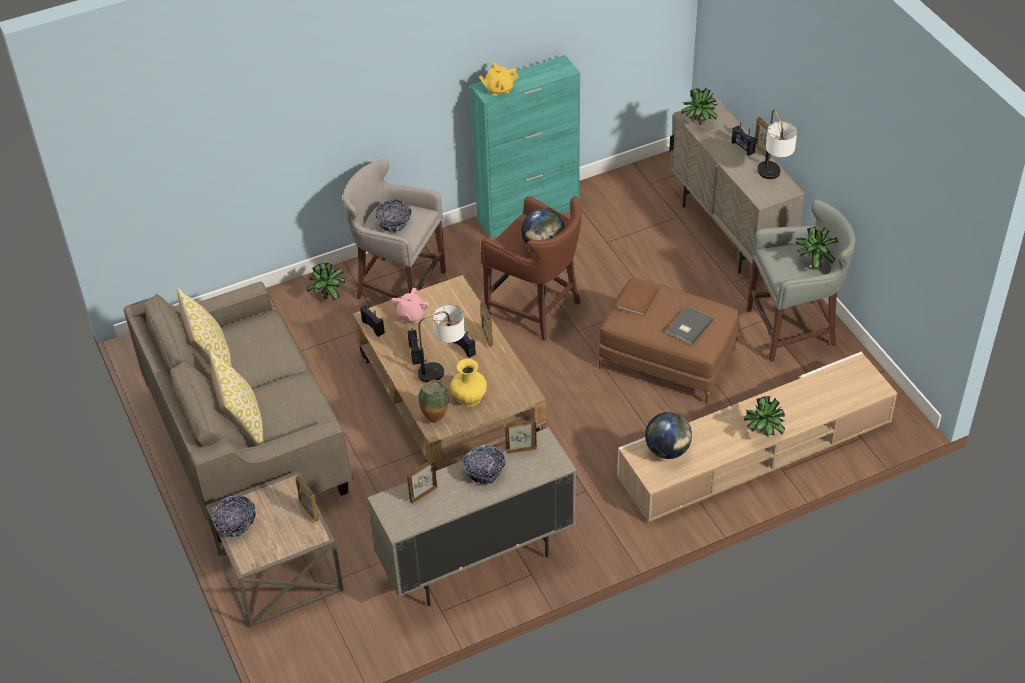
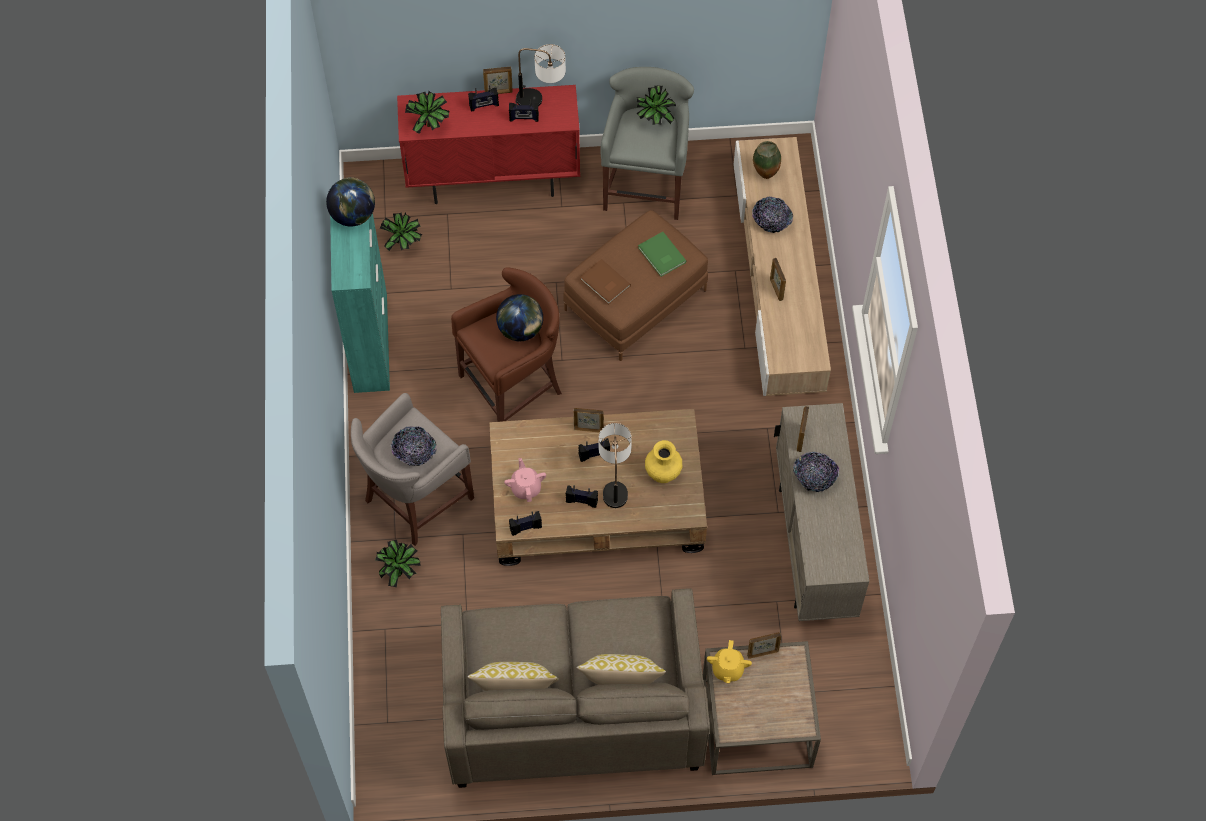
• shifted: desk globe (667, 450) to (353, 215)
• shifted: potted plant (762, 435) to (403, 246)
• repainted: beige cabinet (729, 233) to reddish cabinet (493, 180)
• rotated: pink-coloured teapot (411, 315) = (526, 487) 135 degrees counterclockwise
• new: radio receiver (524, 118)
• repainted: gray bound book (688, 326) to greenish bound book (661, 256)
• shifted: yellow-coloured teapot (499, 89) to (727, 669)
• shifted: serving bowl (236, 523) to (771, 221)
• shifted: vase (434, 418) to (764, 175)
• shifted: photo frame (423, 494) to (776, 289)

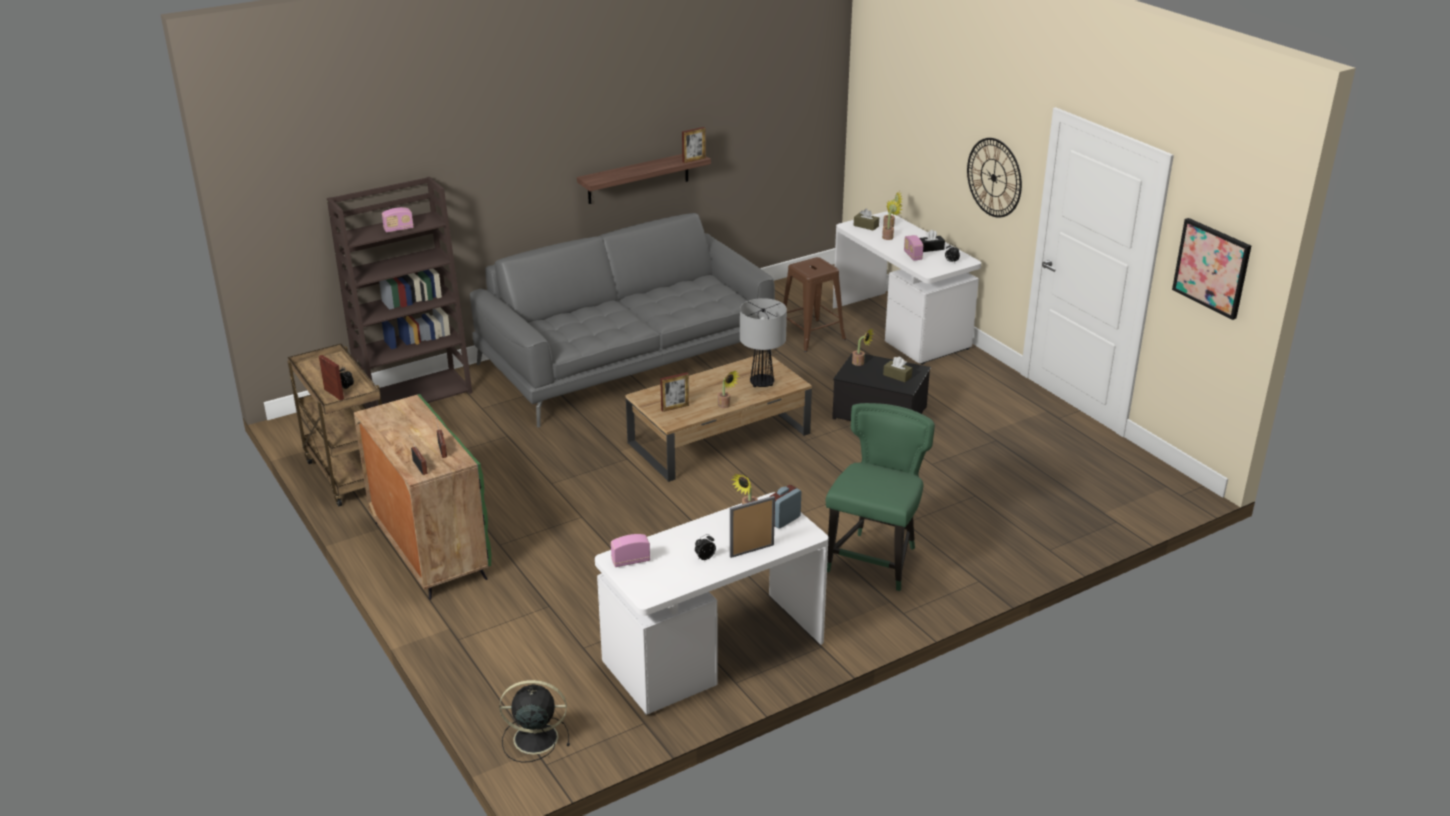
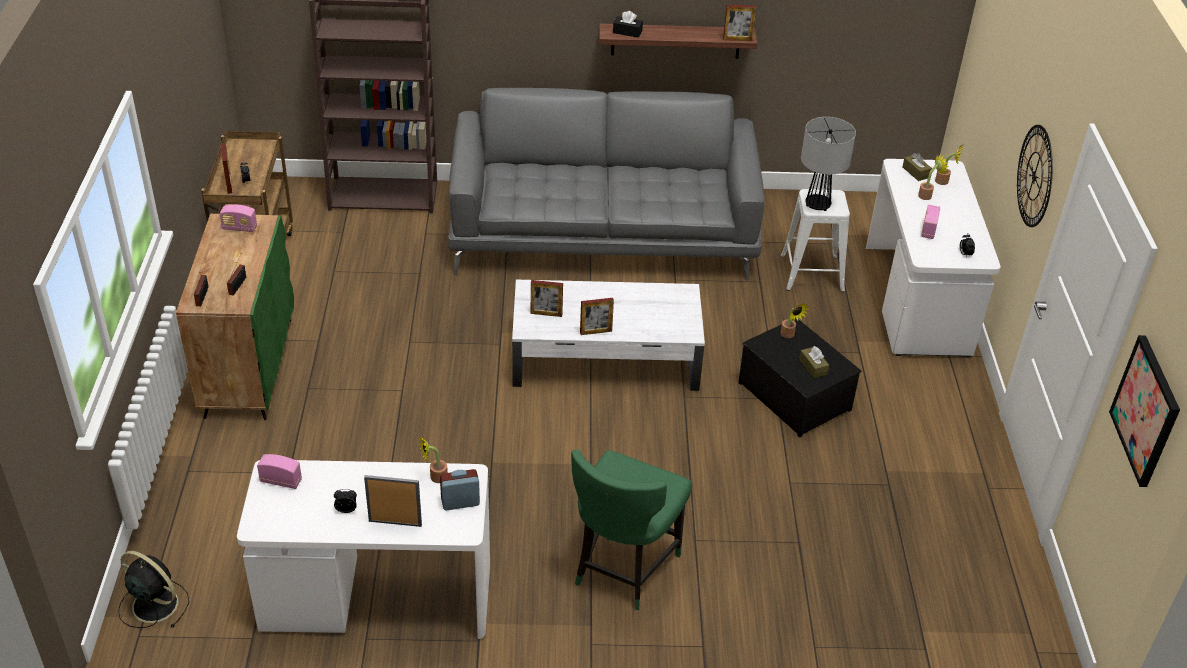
• shifted: radio receiver (398, 229) to (239, 228)
• repainted: brown-coloured low table (720, 438) to white-coloured low table (606, 358)
• rotated: greenish plain chair (875, 560) = (622, 569) 150 degrees clockwise
• swapped: potted plant (725, 405) to photo frame (596, 332)
• shifted: blackish tissue box (931, 248) to (627, 32)
• repainted: brown-coloured stool (811, 335) to white-coloured stool (812, 273)
• shifted: tabletop lamp (762, 383) to (818, 205)

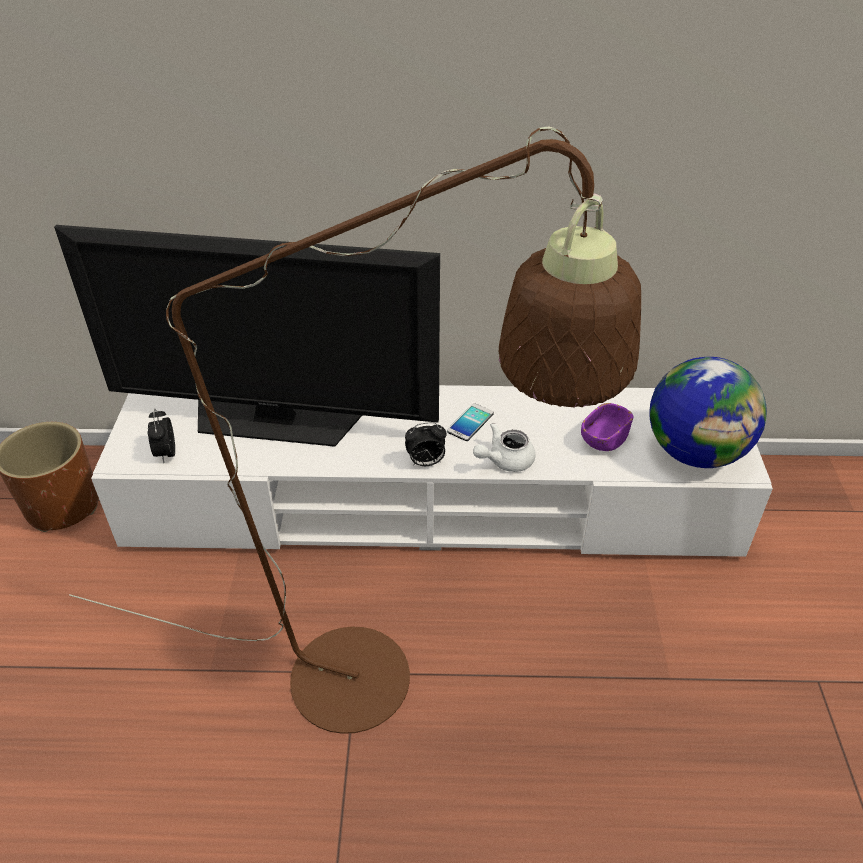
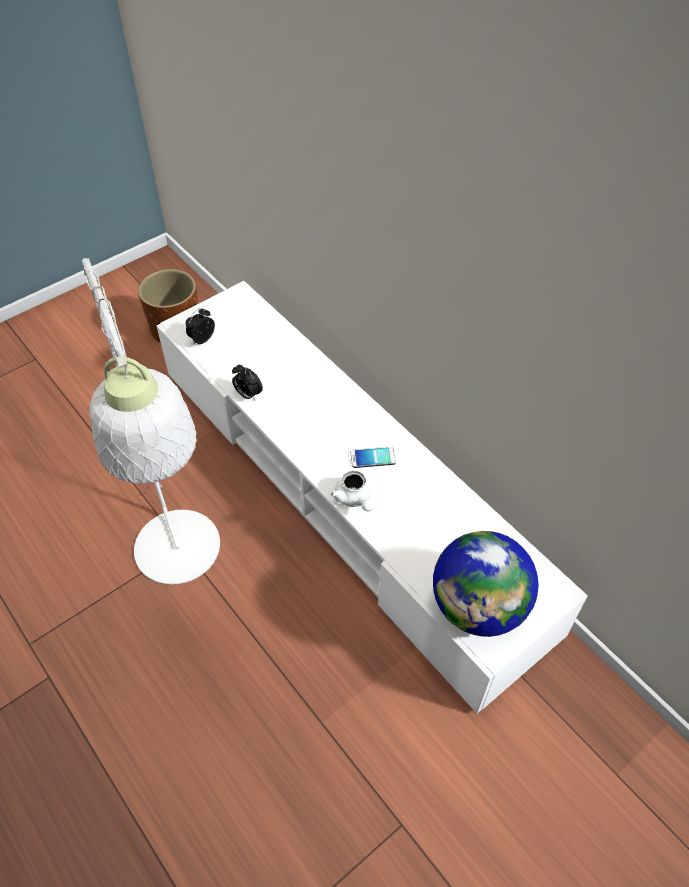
• repainted: brown-coloured standard lamp (381, 685) to white-coloured standard lamp (184, 565)
• shifted: bedside clock (425, 462) to (248, 394)
• rotated: white-coloured teapot (504, 460) = (355, 499) 135 degrees counterclockwise
• gone: TV (275, 419)
• gone: purple-coloured serving bowl (604, 439)

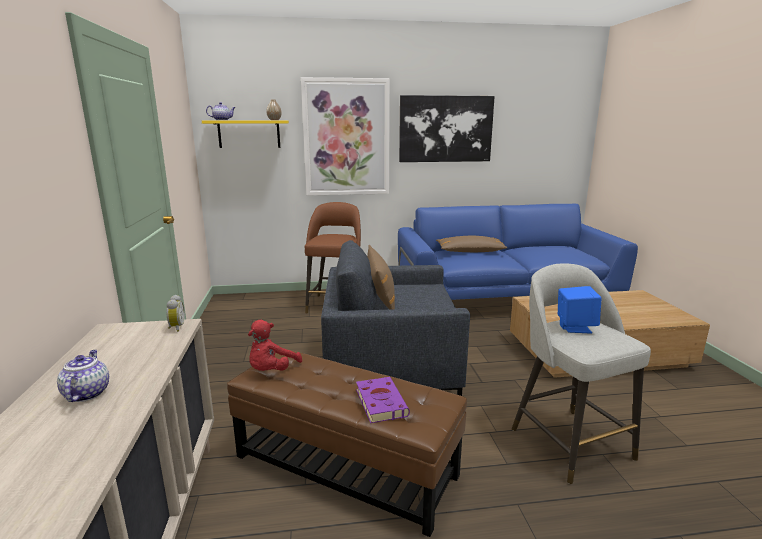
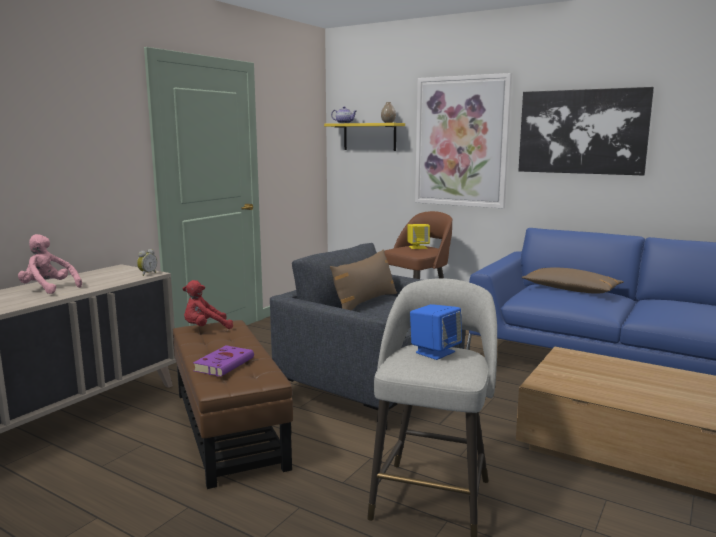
• swapped: teapot (86, 393) to pink-coloured soft toy (48, 289)
• new: yellow-coloured speaker (418, 247)

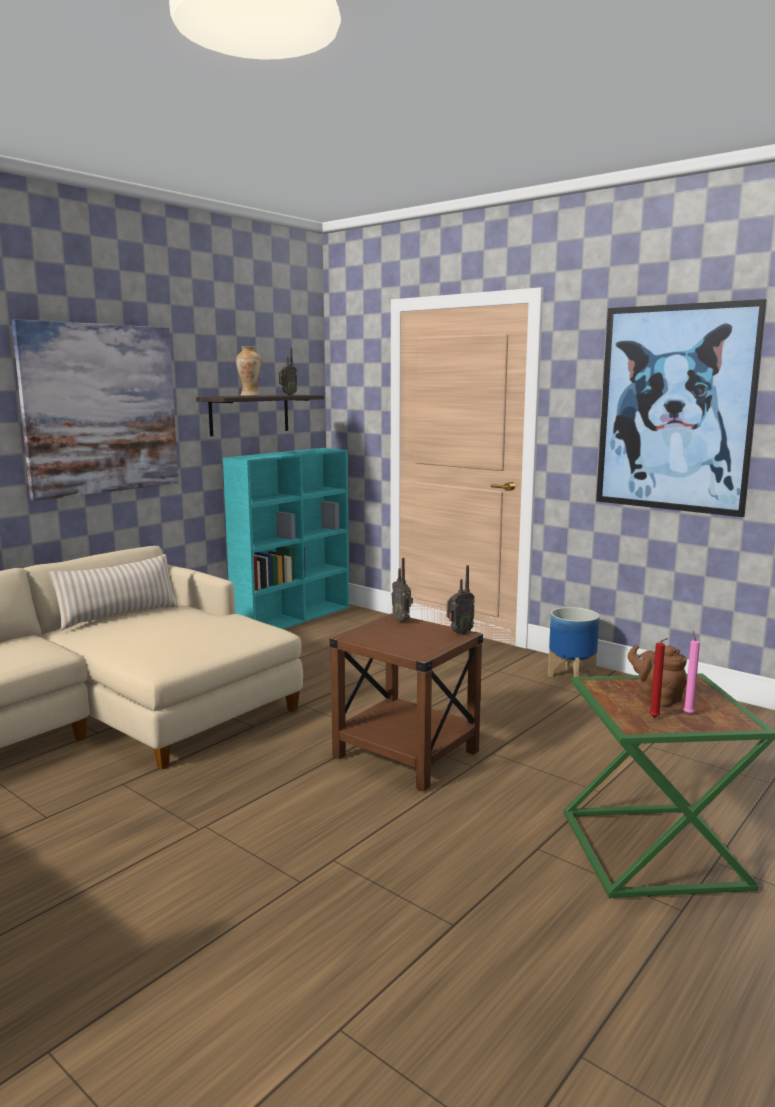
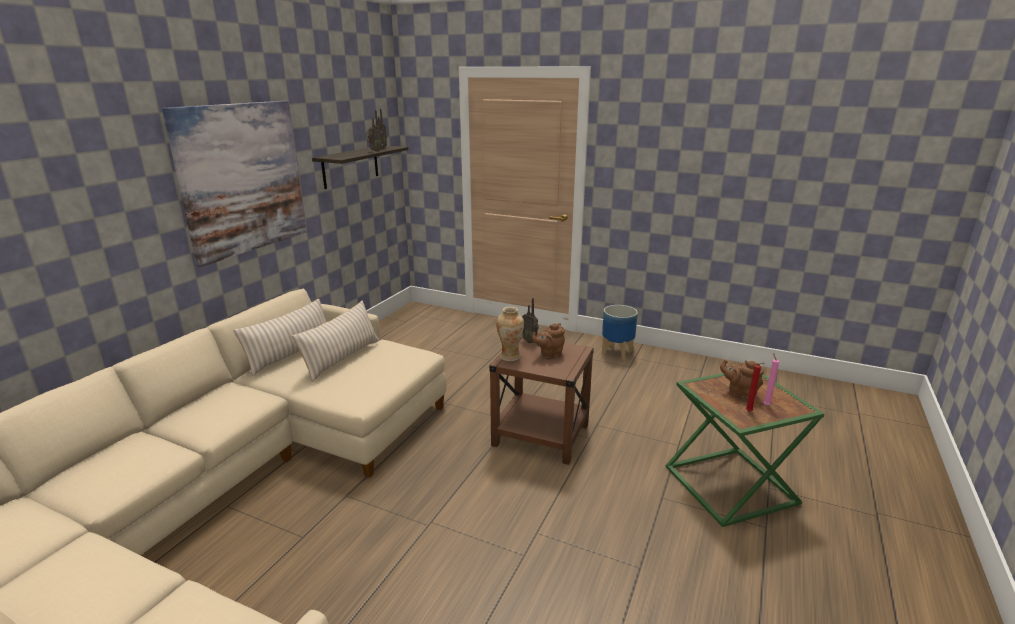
• new: beige pillow (342, 358)
• shifted: radio receiver (458, 633) to (375, 151)
• shifted: vase (250, 396) to (510, 356)
• new: brown-coloured teapot (549, 355)
• gone: turquoise-coloured shelving unit (293, 618)
• gone: wall art (675, 409)

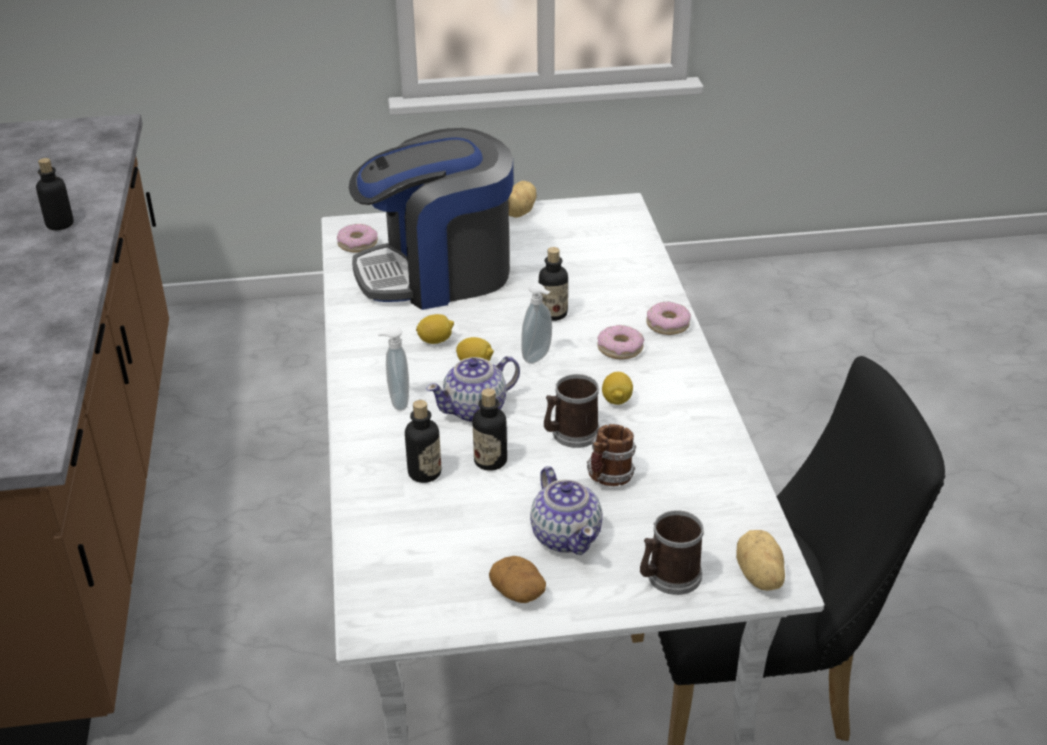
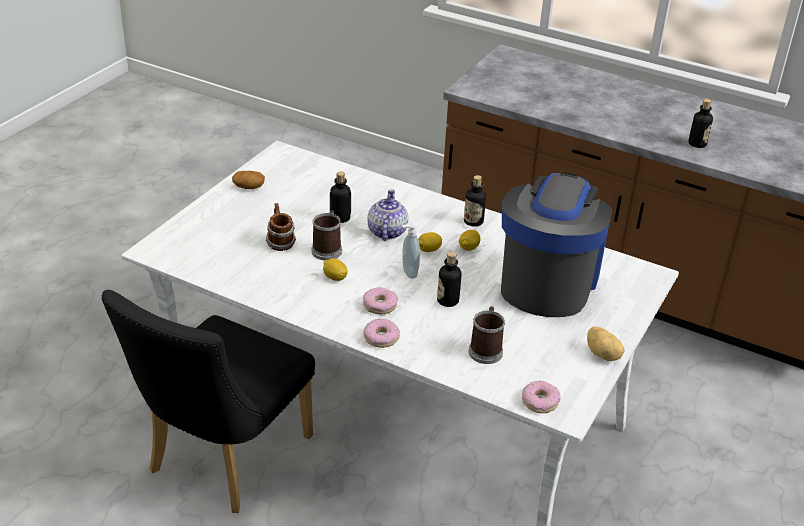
• shifted: bottle (424, 473) to (473, 221)
• shifted: coffee mug (668, 577) to (486, 349)
• shifted: ring doughnut (357, 244) to (540, 402)
• gone: liquid soap bottle (397, 402)
• gone: teapot (566, 536)
• gone: spud (758, 577)

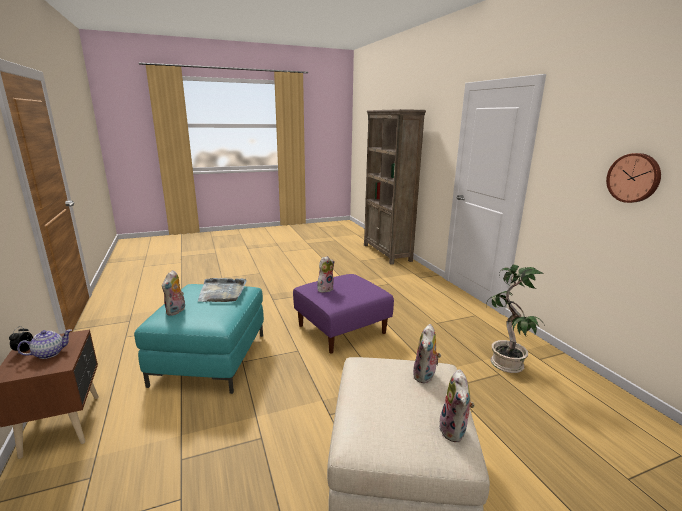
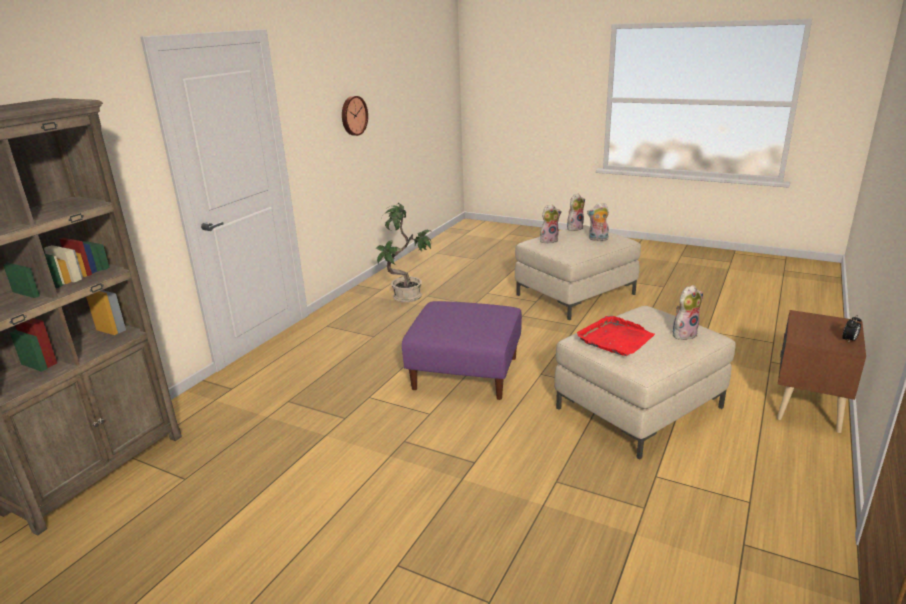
• repainted: turquoise-coloured ottoman (210, 358) to beige ottoman (639, 408)
• repainted: gray serving tray (222, 292) to reddish serving tray (615, 339)
• shifted: soft toy (325, 289) to (598, 239)
• gone: teapot (49, 353)

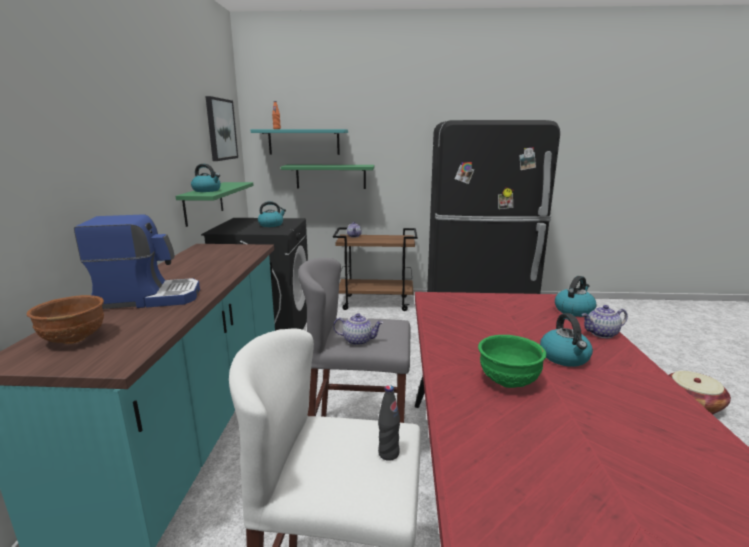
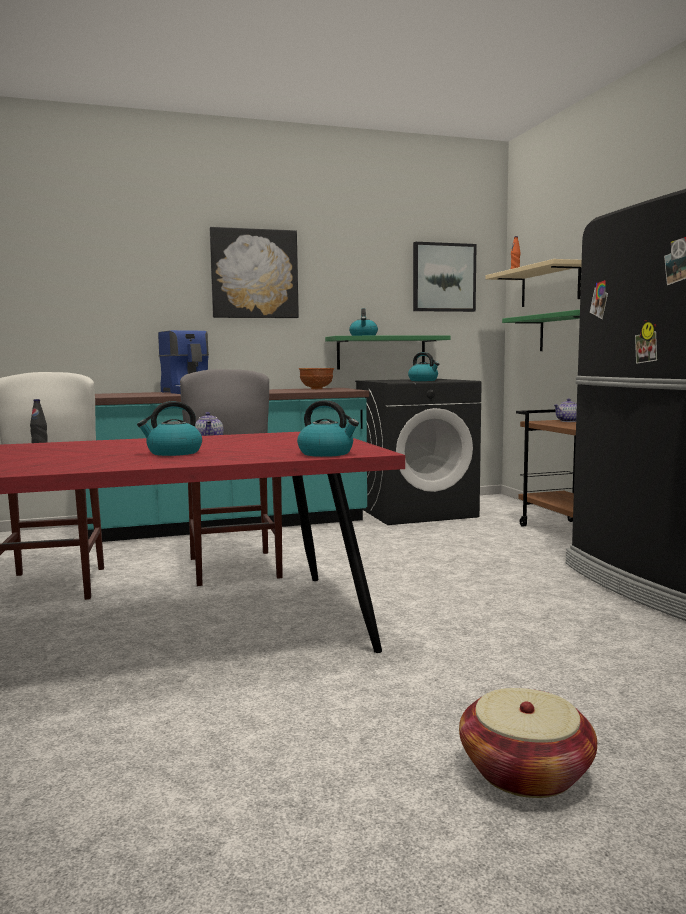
• new: wall art (254, 274)
• shifted: brown-coloured serving bowl (75, 339) to (317, 389)
• repainted: turquoise-coloured shelf (304, 142) to beige shelf (550, 286)
• gone: greenish serving bowl (507, 382)
• gone: teapot (602, 334)

